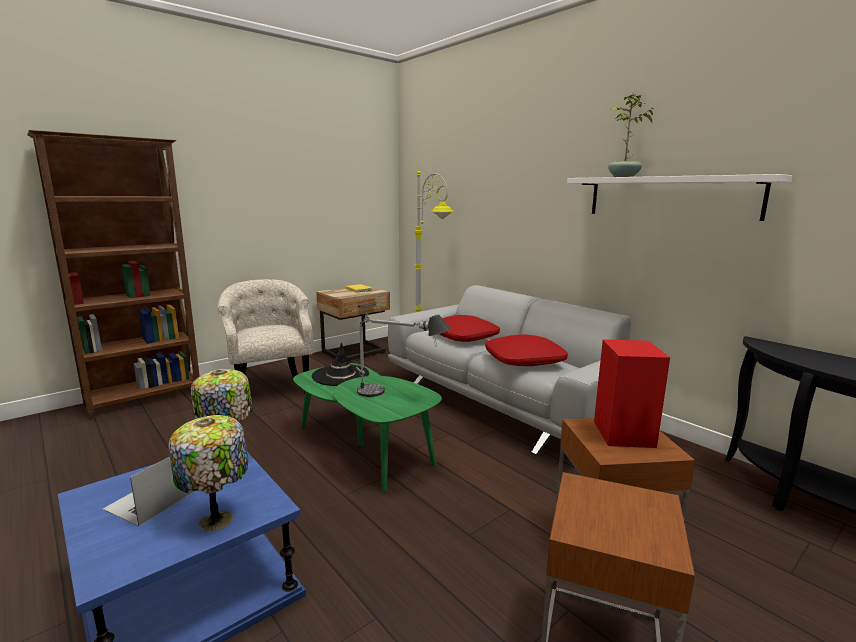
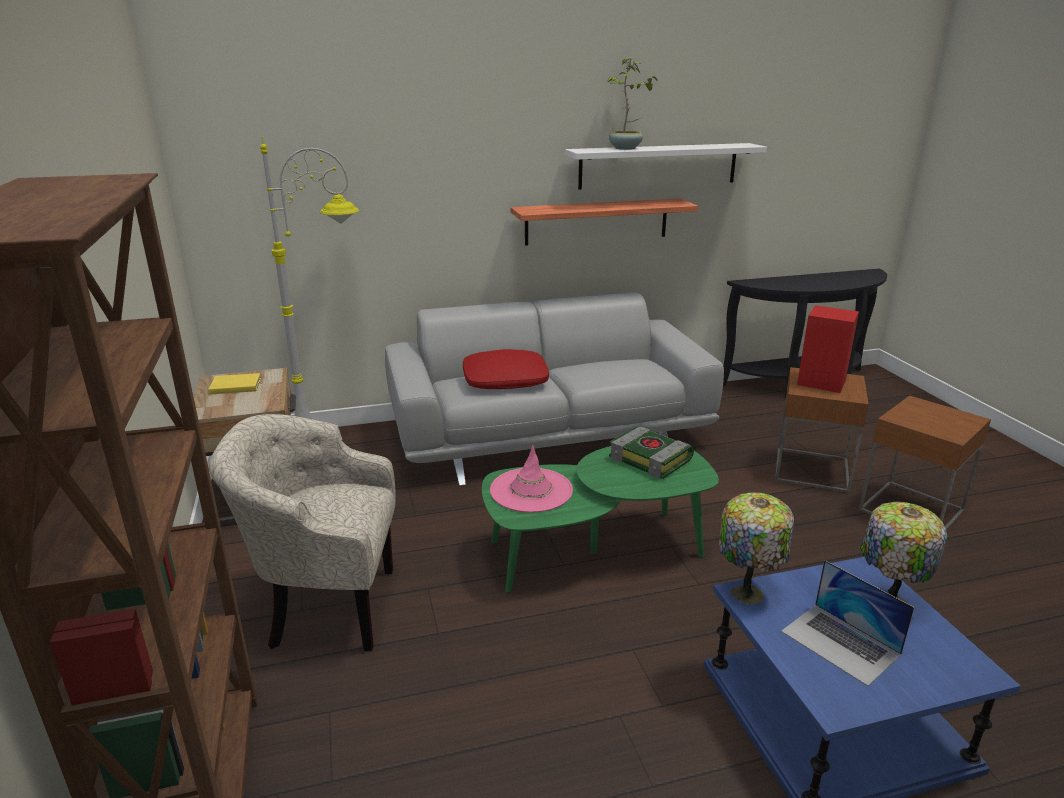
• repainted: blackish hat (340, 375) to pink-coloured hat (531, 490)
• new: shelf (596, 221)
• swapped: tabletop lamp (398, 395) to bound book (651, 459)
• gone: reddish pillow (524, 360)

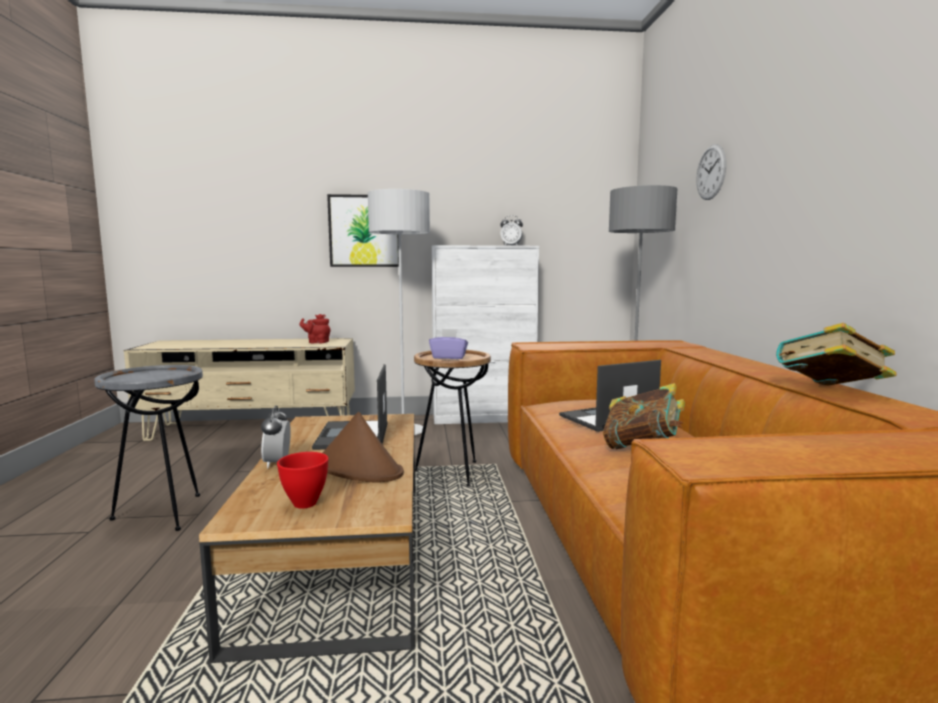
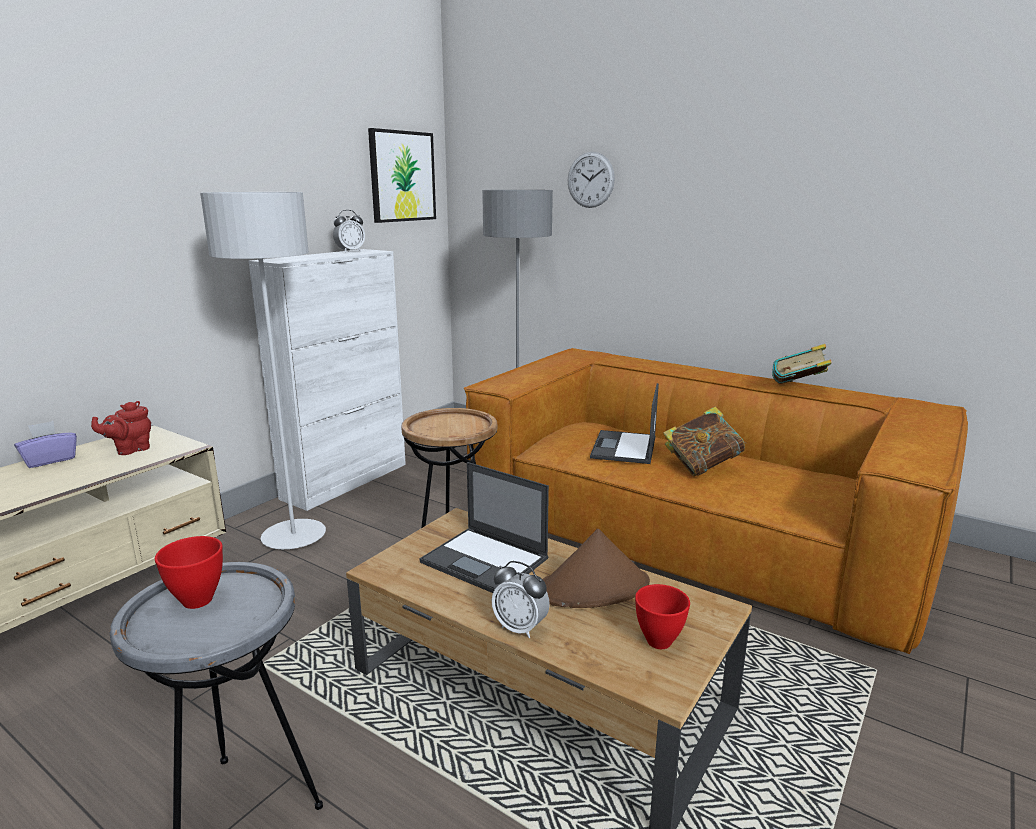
• shifted: purple-coloured tissue box (449, 357) to (50, 460)
• new: reddish serving bowl (197, 600)
• shifted: wall art (365, 231) to (402, 176)

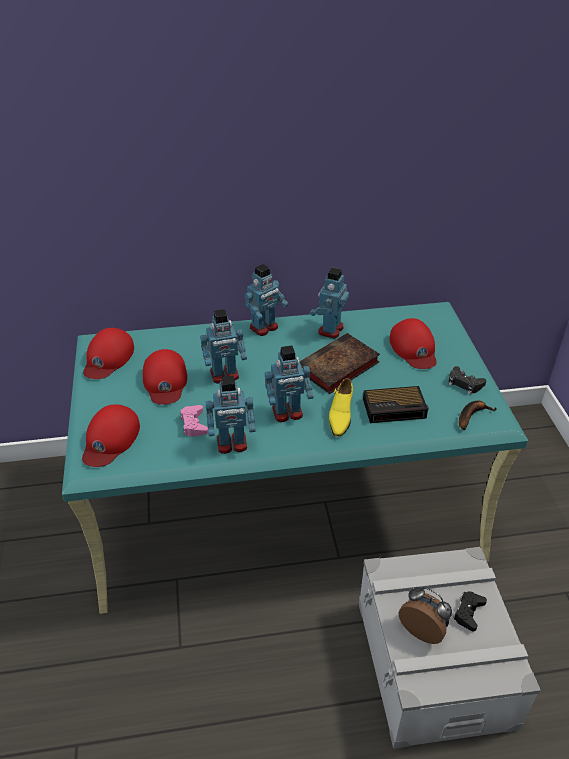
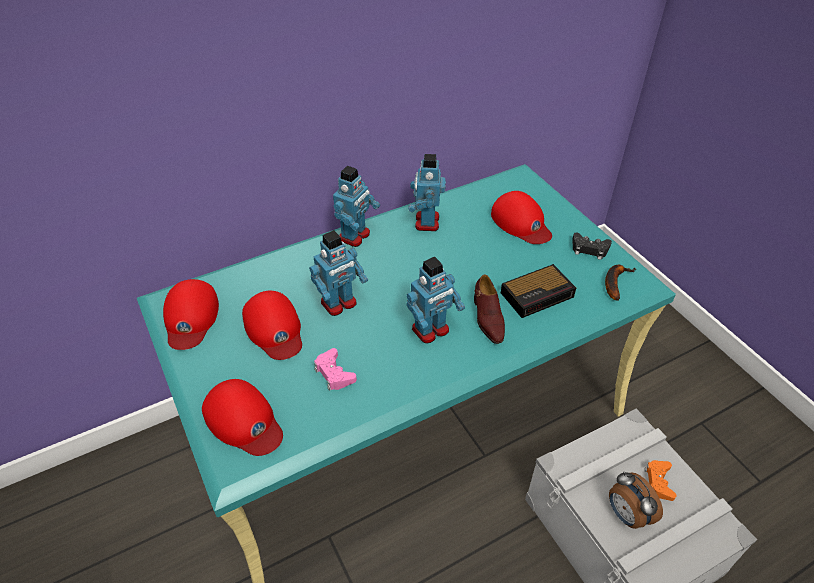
• rotated: reddish baseball cap (110, 439) = (244, 421) 45 degrees counterclockwise
• repainted: yellow-coloured low shoe (340, 415) to brown-coloured low shoe (487, 318)
• rotated: bedside clock (423, 629) = (626, 514) 135 degrees counterclockwise
• repainted: blackish game controller (468, 612) to orange-coloured game controller (658, 482)
• gone: robot figure (232, 444)
• gone: bound book (337, 368)

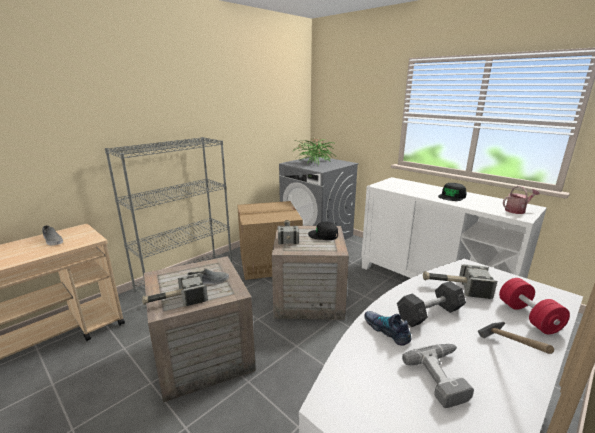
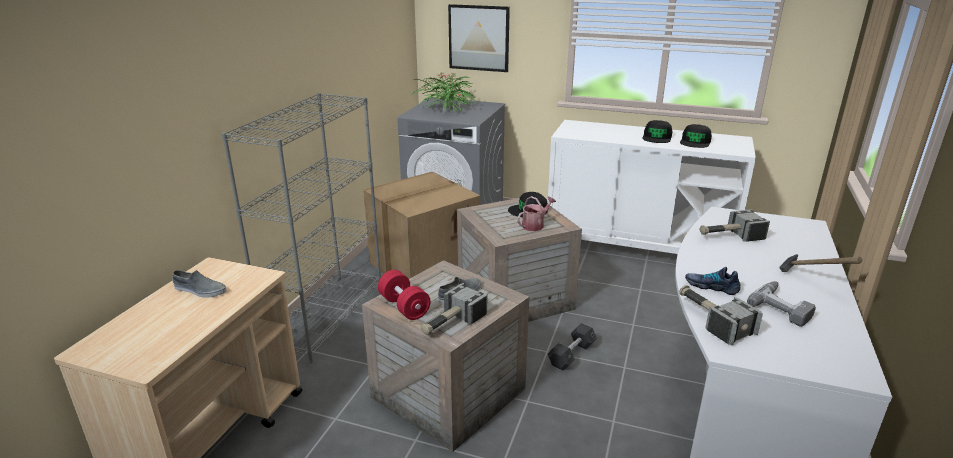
• shifted: reddish hand weight (528, 317) to (404, 307)
• new: wall art (479, 38)
• shifted: watering can (517, 210) to (535, 225)
• shifted: gray hand weight (429, 313) to (571, 355)
• shifted: hammer (287, 236) to (711, 319)
• new: blackish baseball cap (695, 142)

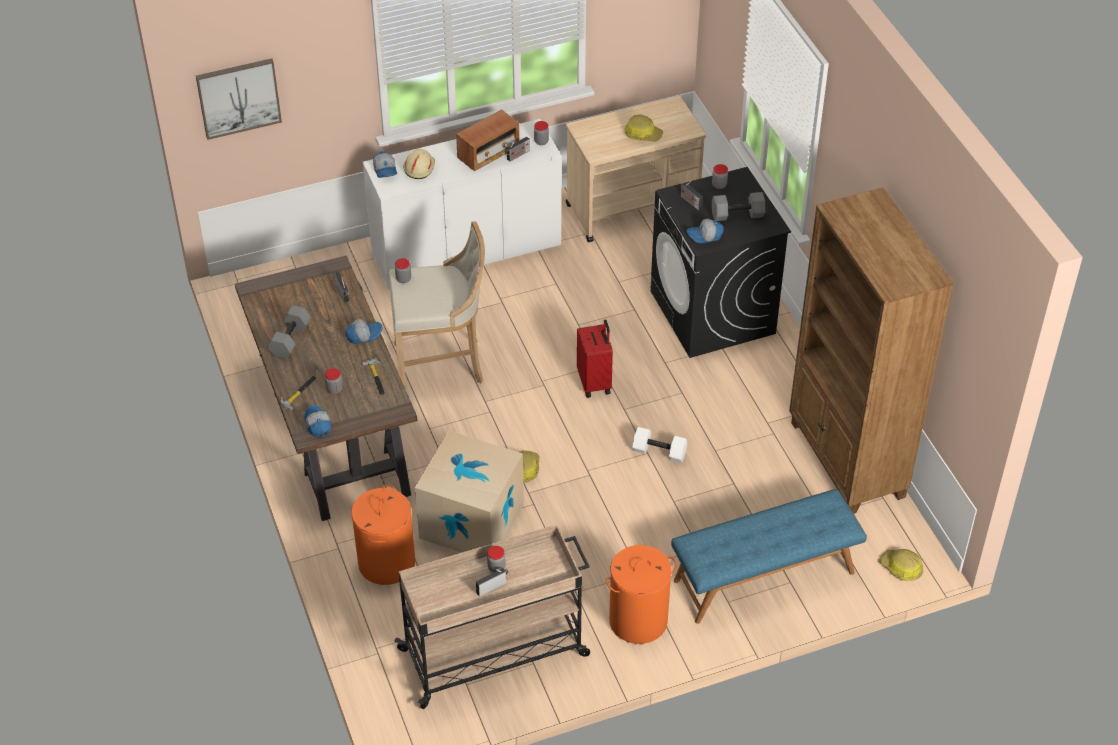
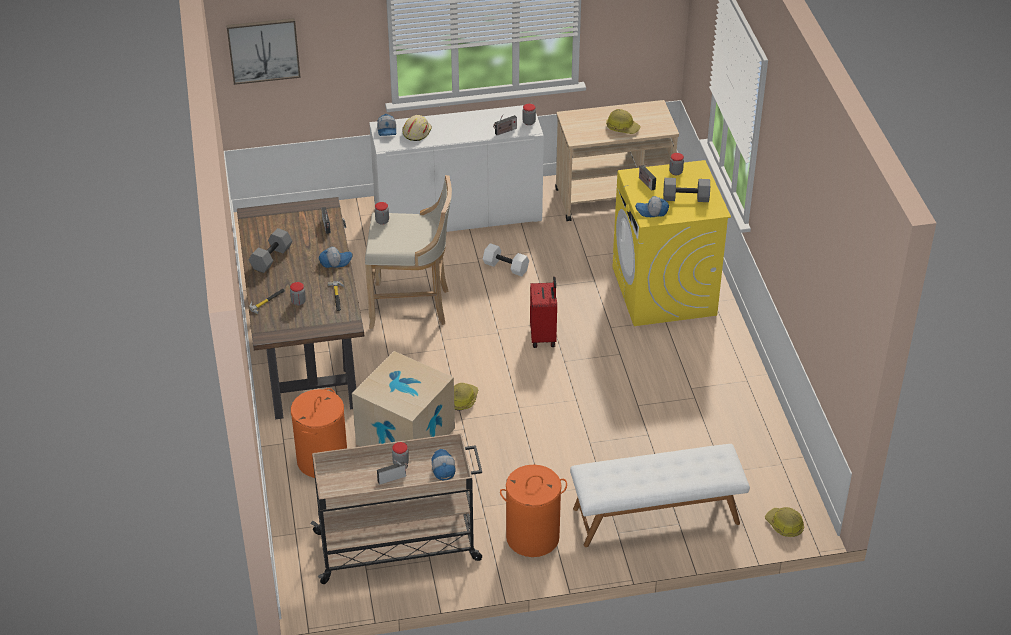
• shifted: baseball cap (317, 425) to (442, 468)
• shifted: white-coloured hand weight (658, 452) to (505, 267)
• repainted: blue bench (764, 577) to white-coloured bench (656, 516)
• repainted: blackish laundry machine (713, 313) to yellow-coloured laundry machine (664, 291)
• gone: radio receiver (488, 153)
• gone: brown-coloured shelving unit (846, 461)

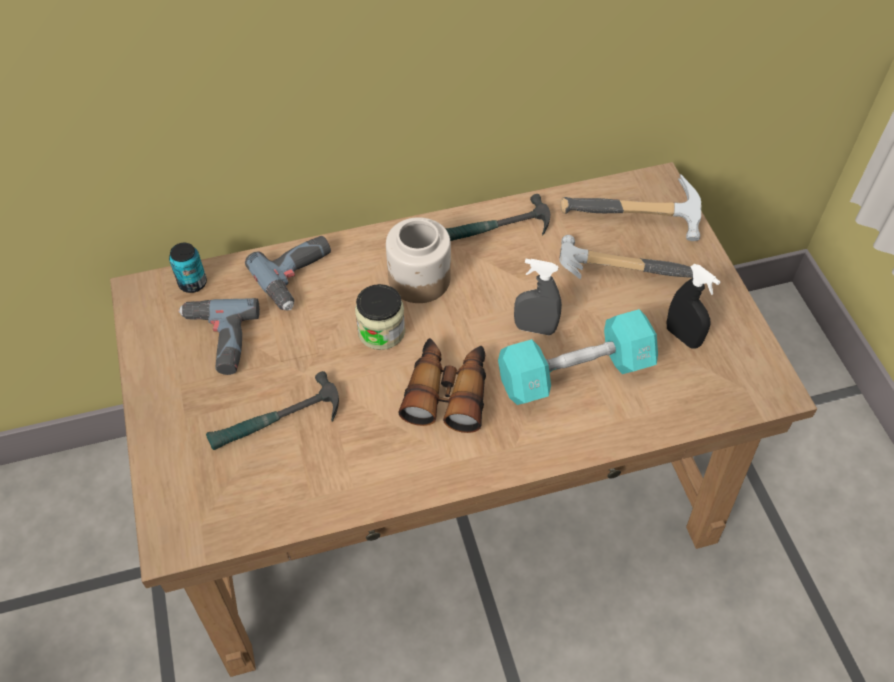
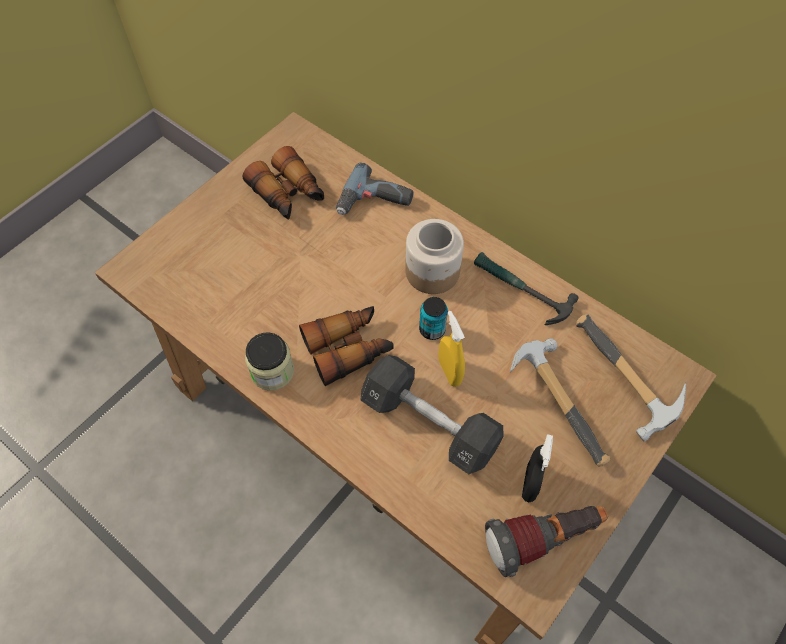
• swapped: drill (217, 340) to binoculars (288, 194)
• shifted: preserve jar (381, 331) to (272, 371)
• repainted: turquoise-coloured hand weight (575, 373) to blackish hand weight (430, 423)
• shifted: metal can (193, 283) to (432, 329)
• repainted: gray sprayer (535, 328) to yellow-coloured sprayer (449, 372)
• new: flashlight (543, 539)
• gone: hammer (276, 422)

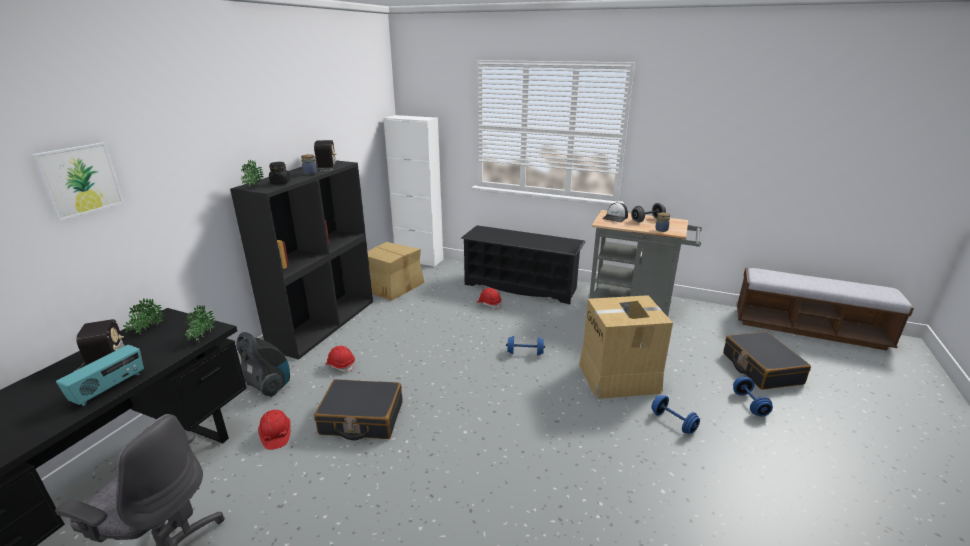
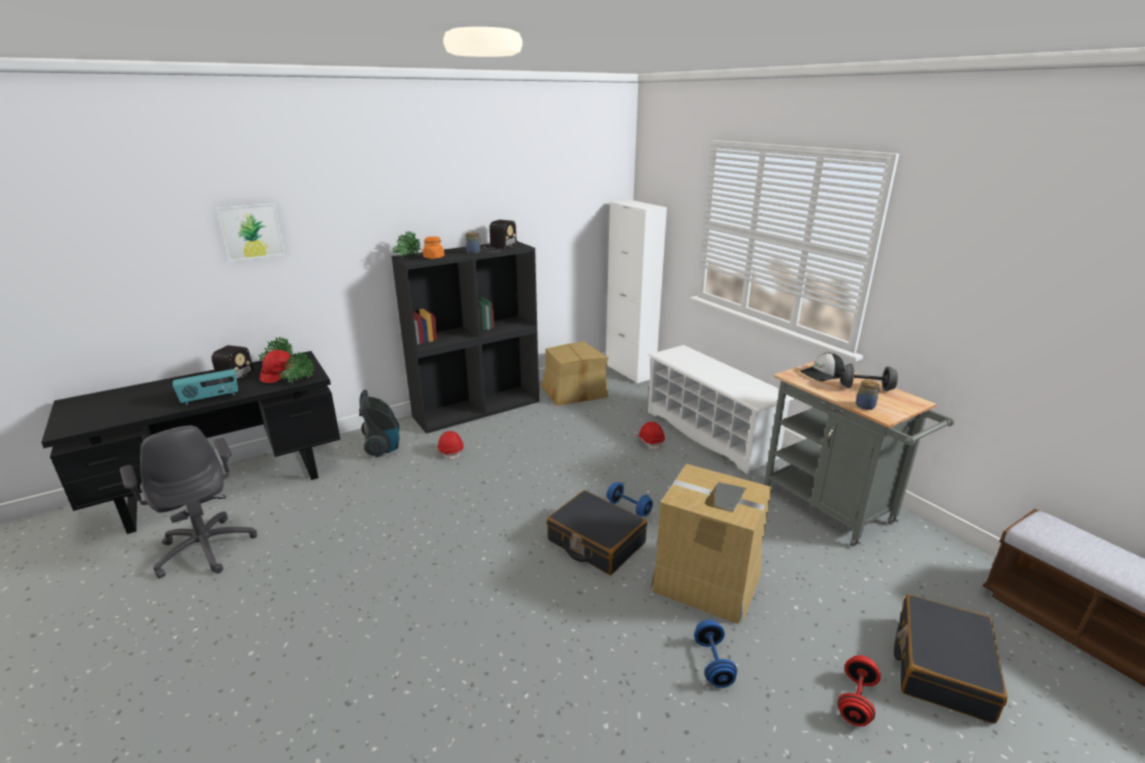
• shifted: reddish safety helmet (276, 435) to (278, 375)
• repainted: blackish preserve jar (280, 183) to orange-coloured preserve jar (434, 257)
• shifted: blackish piece of luggage (361, 418) to (595, 542)
• repainted: blackish shoe stand (521, 286) to white-coloured shoe stand (710, 434)
• repainted: blue hand weight (749, 404) to reddish hand weight (856, 700)

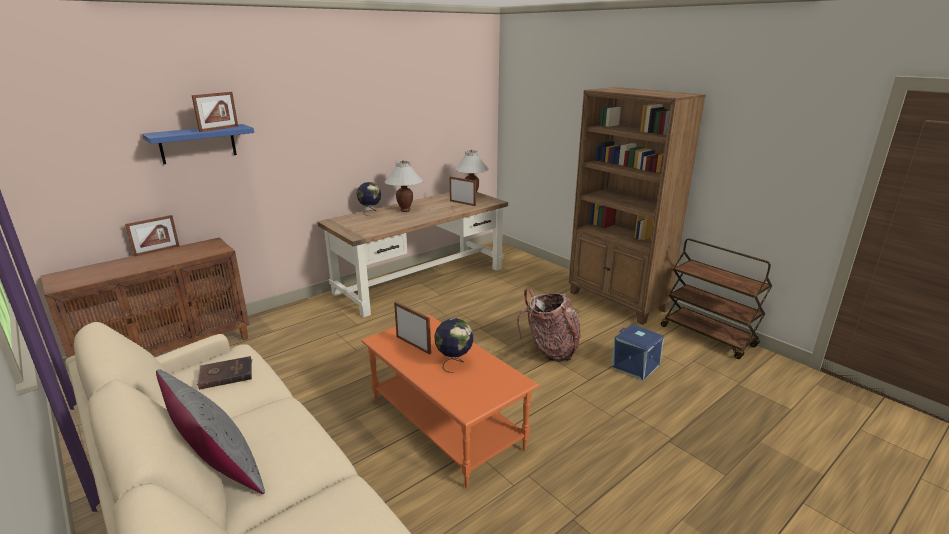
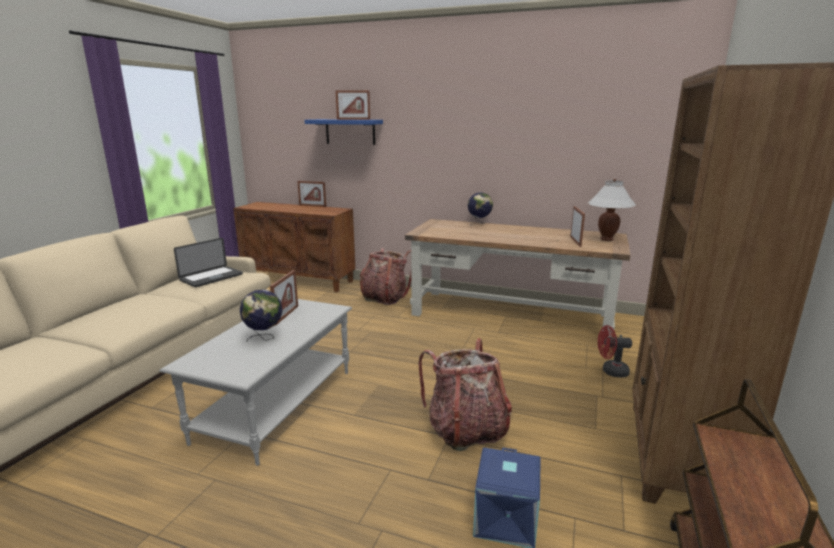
• repainted: orange-coloured low table (444, 424) to gray low table (276, 404)
• swapped: brown-coloured bound book (225, 374) to portable computer (211, 277)
• new: rucksack (385, 297)
• new: reddish fan (610, 371)
• gone: gray pillow (220, 471)
• gone: white-coloured tabletop lamp (405, 210)

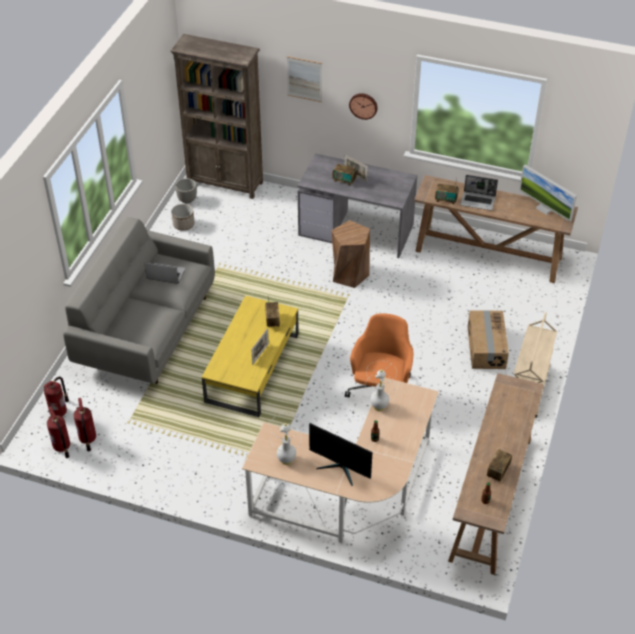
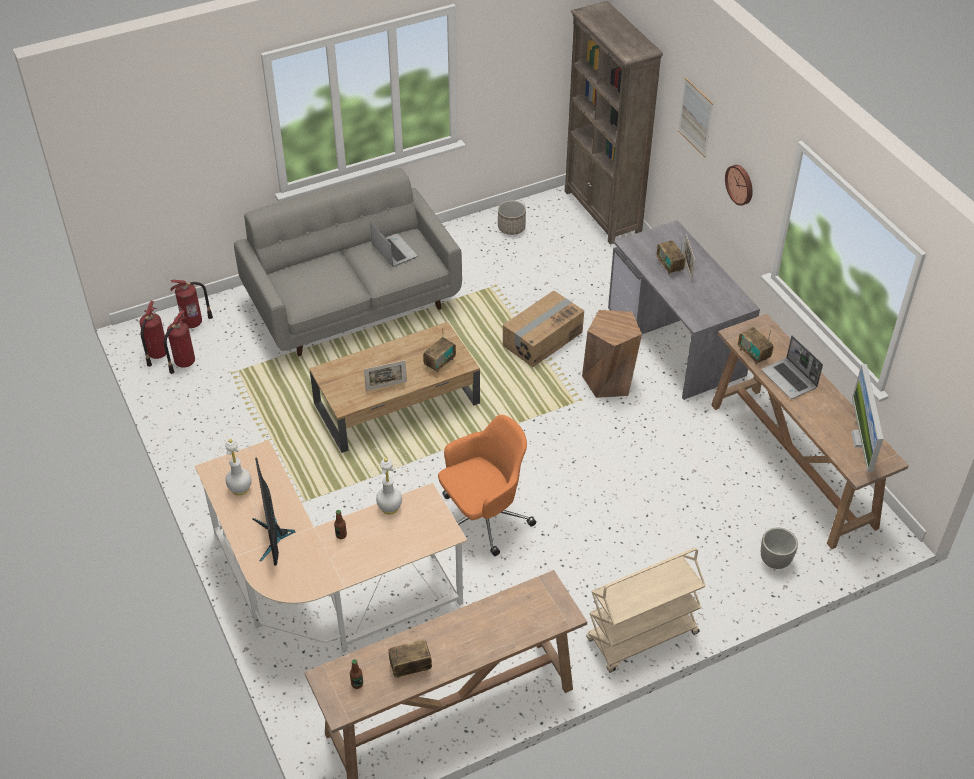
• repainted: yellow-coloured low table (253, 367) to brown-coloured low table (397, 403)
• shifted: packing box (485, 347) to (542, 339)
• shifted: flower pot (187, 200) to (774, 561)

